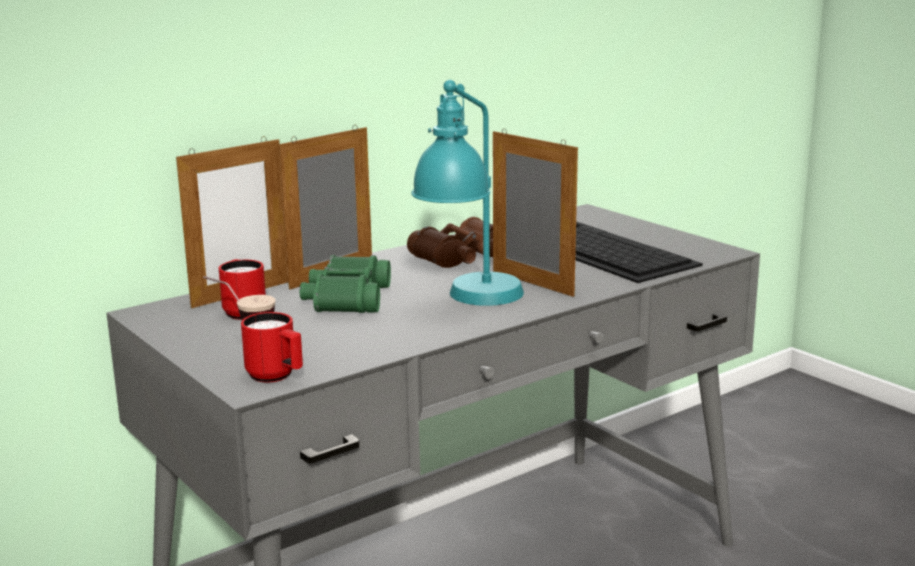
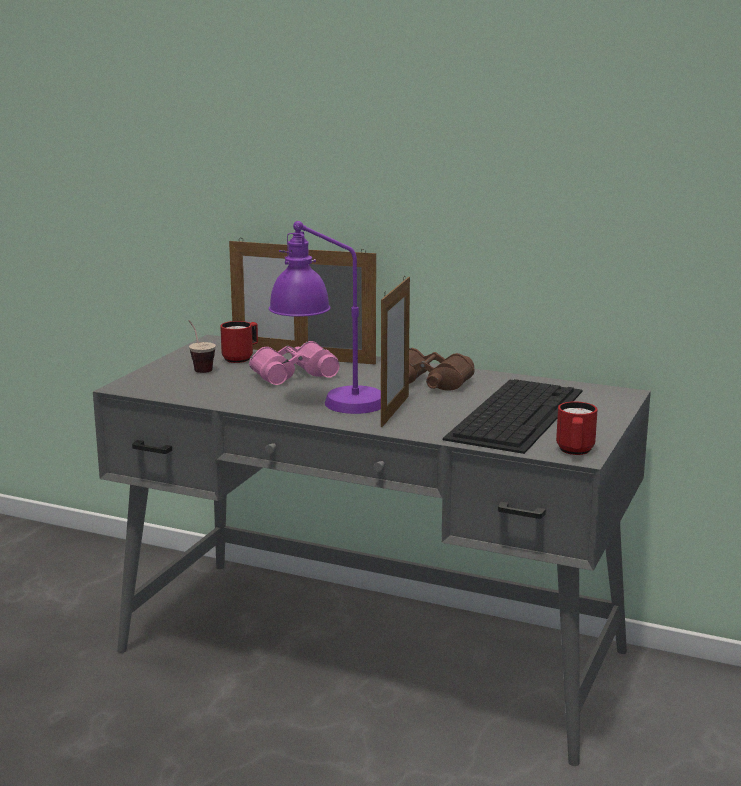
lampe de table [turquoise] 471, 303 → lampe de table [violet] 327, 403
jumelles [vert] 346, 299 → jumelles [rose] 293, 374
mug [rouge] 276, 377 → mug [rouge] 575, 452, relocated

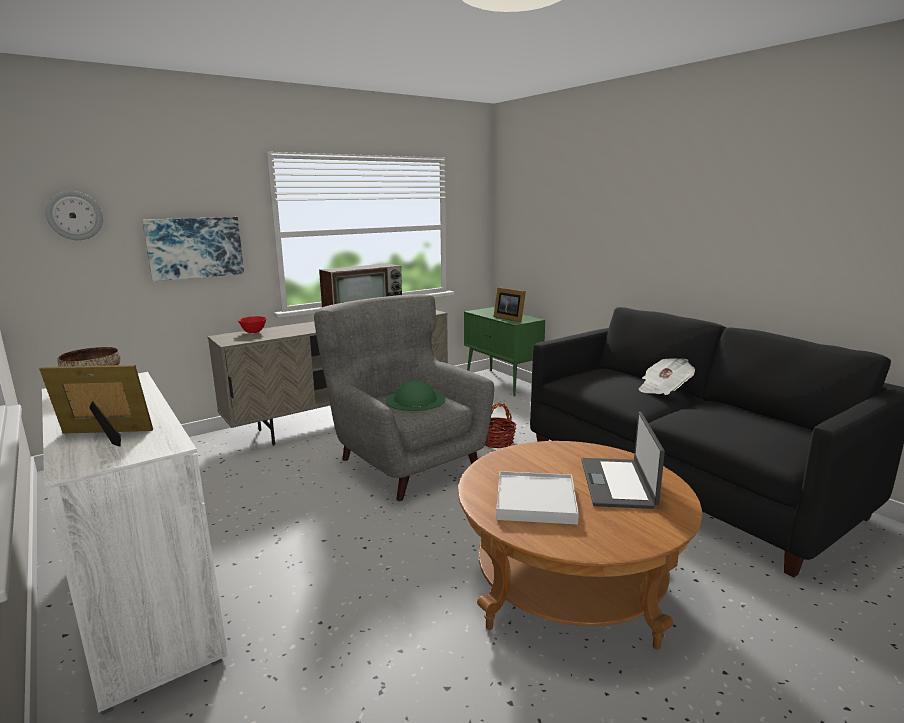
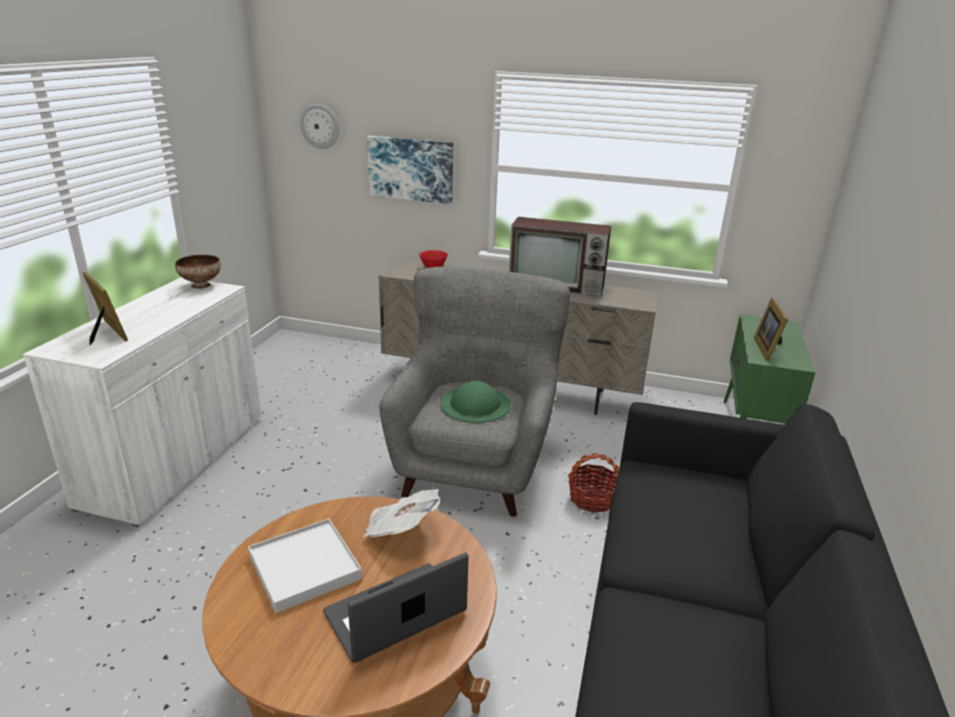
journal 663, 389 → journal 400, 529, relocated

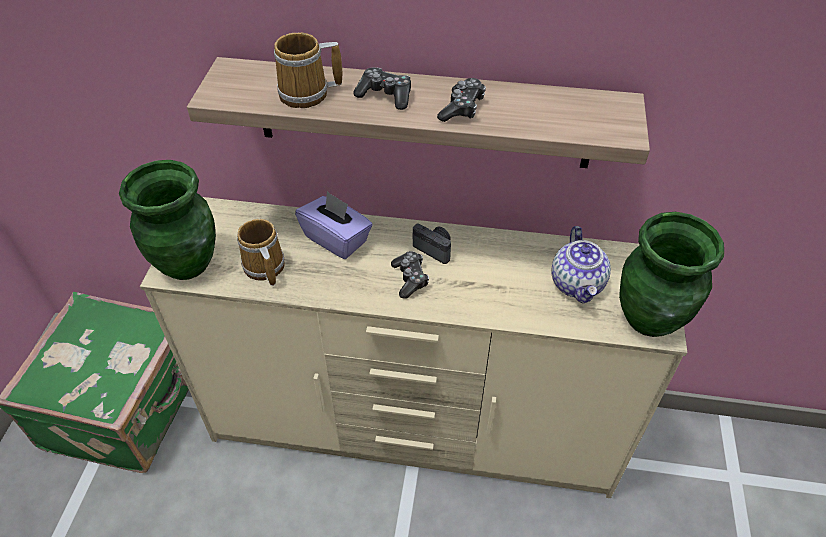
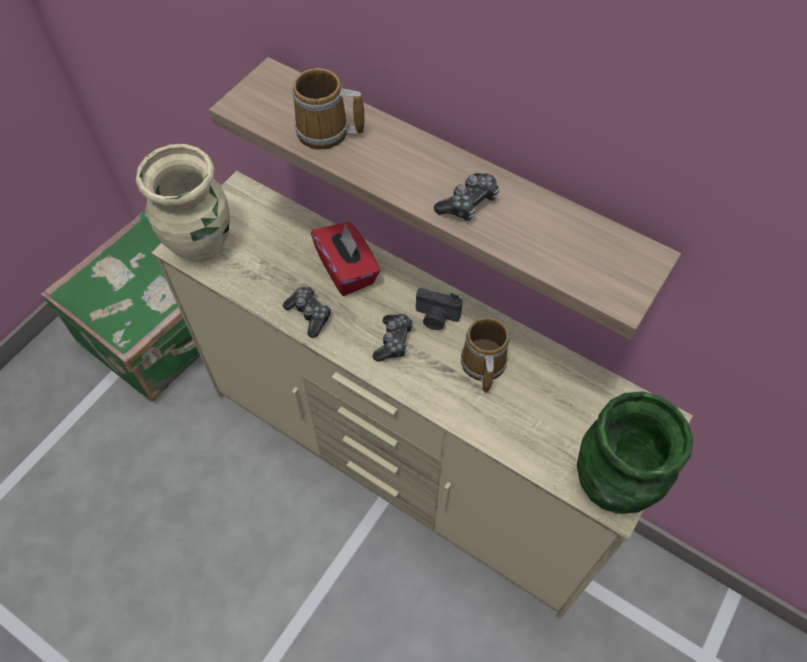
manette 385, 95 → manette 309, 314, relocated
vase [vert] 188, 263 → vase [beige] 202, 244
boîte à mouchoirs [violet] 336, 239 → boîte à mouchoirs [rouge] 347, 270
mug 263, 268 → mug 482, 365, relocated
appareil photo 435, 249 → appareil photo 436, 318, 135 degrees clockwise
théière 578, 284 → -

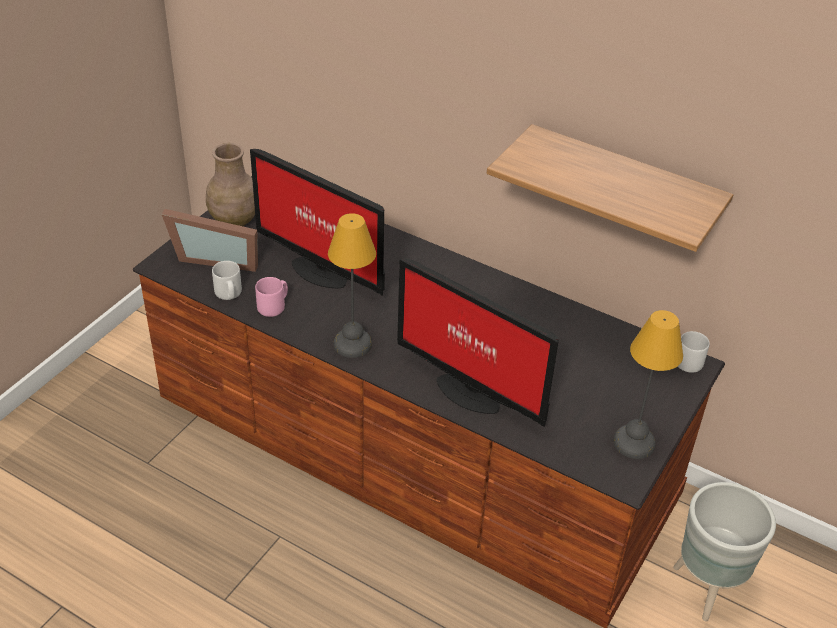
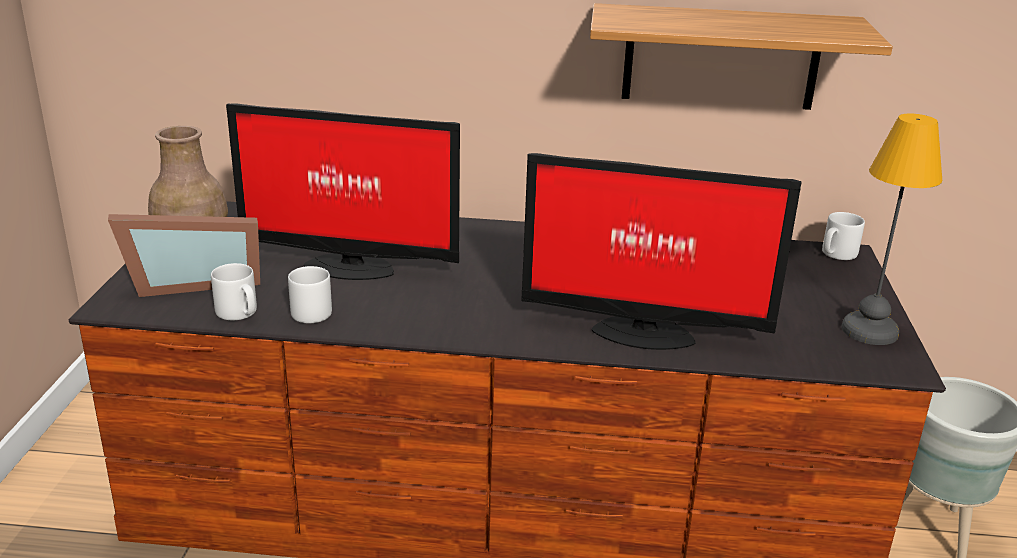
lampe de table 351, 344 → -
mug [rose] 274, 306 → mug [gris] 314, 311

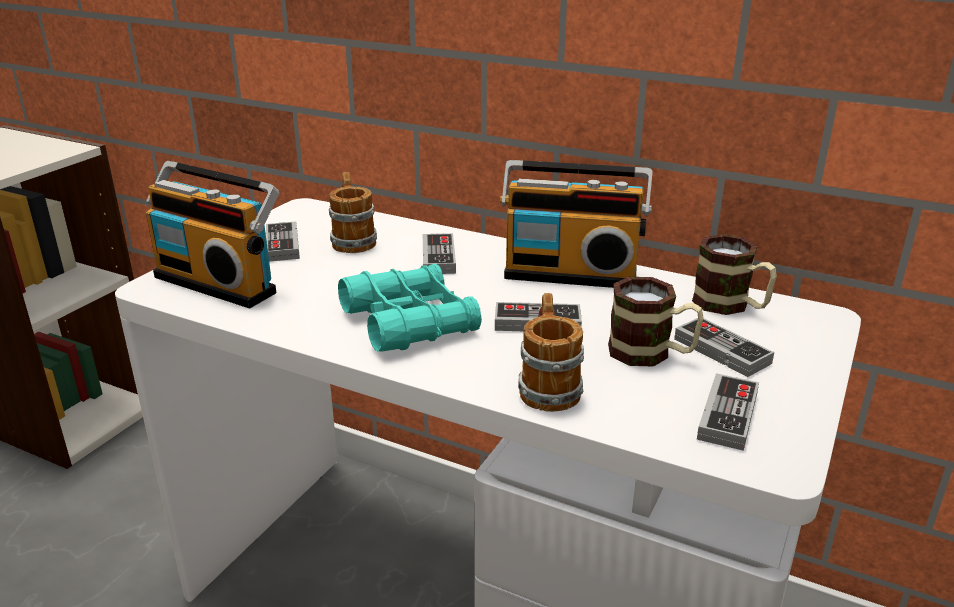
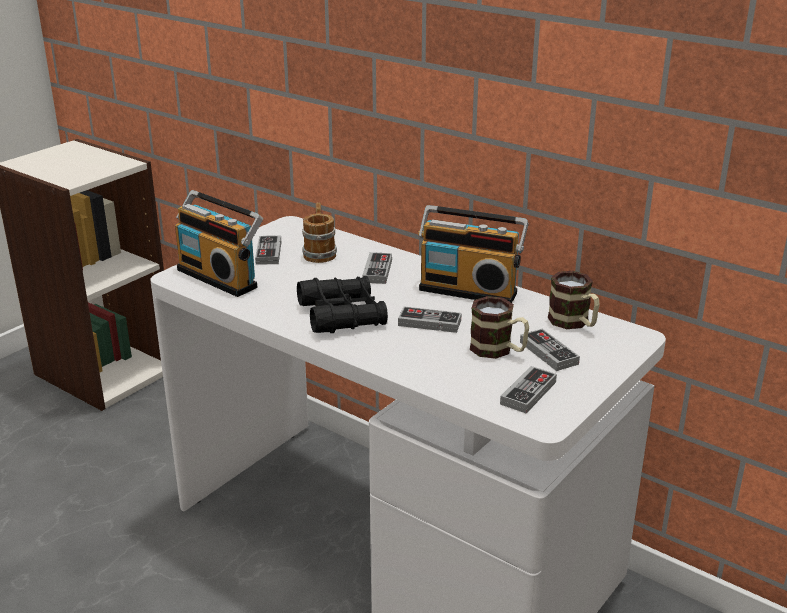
jumelles [turquoise] 409, 322 → jumelles [noir] 342, 315
mug 548, 386 → -

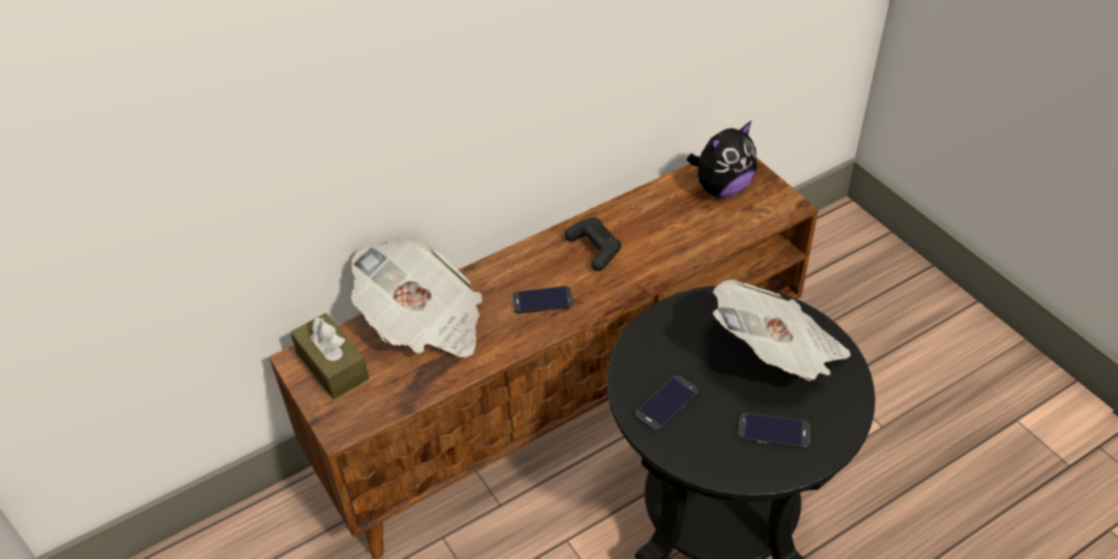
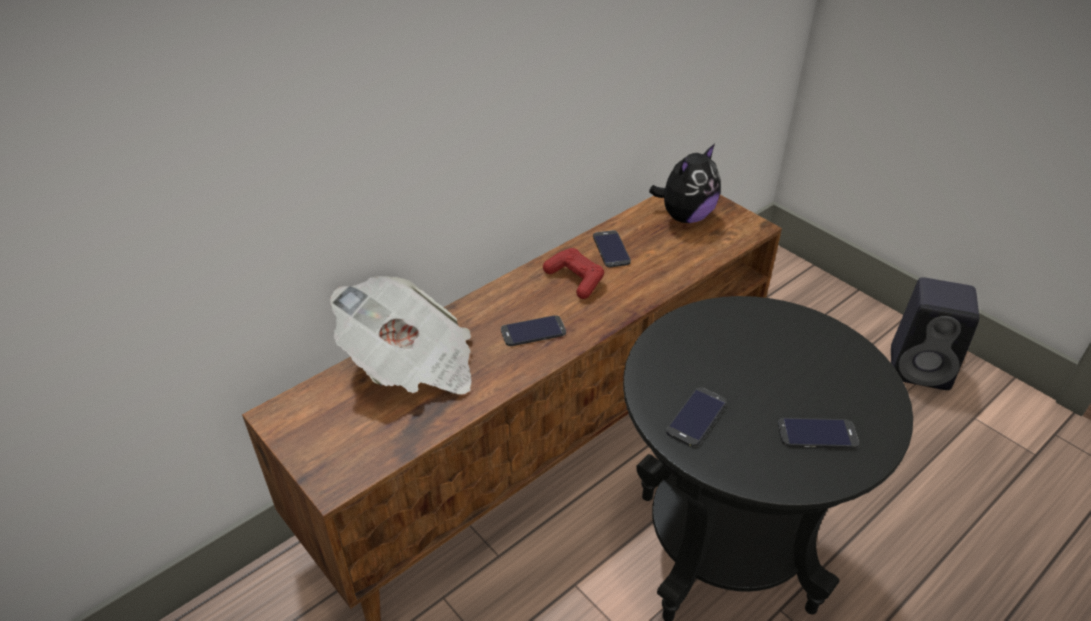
manette [noir] 594, 249 → manette [rouge] 575, 279
journal 777, 354 → -
boîte à mouchoirs [marron] 332, 366 → -
- → téléphone 611, 249
- → enceinte [noir] 921, 368

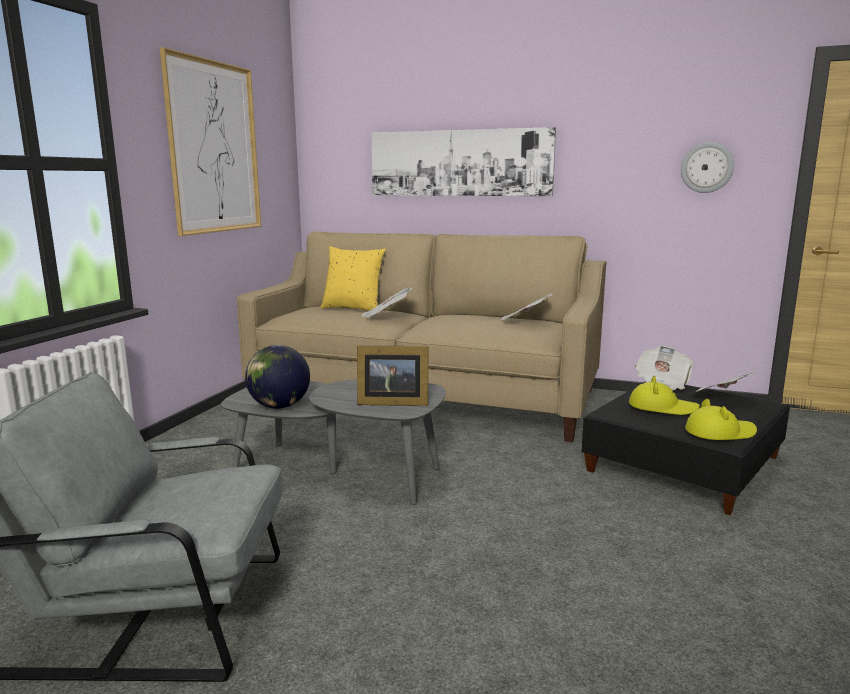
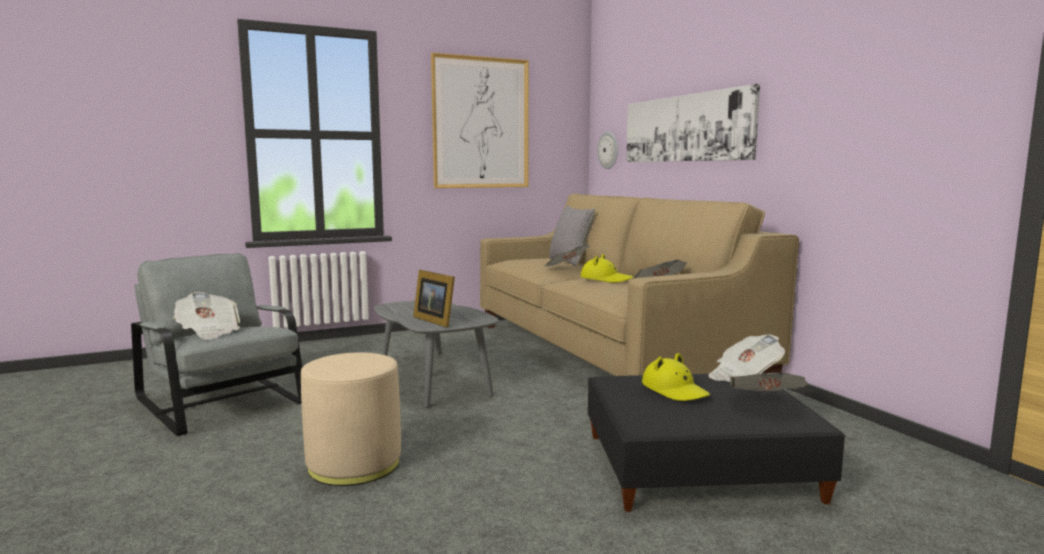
horloge murale 706, 167 → horloge murale 608, 150, relocated
coussin [jaune] 353, 308 → coussin [gris] 570, 262
globe 279, 406 → -
chapeau [jaune] 719, 432 → chapeau [jaune] 606, 279, relocated
- → journal 209, 332
- → pouf [beige] 354, 464

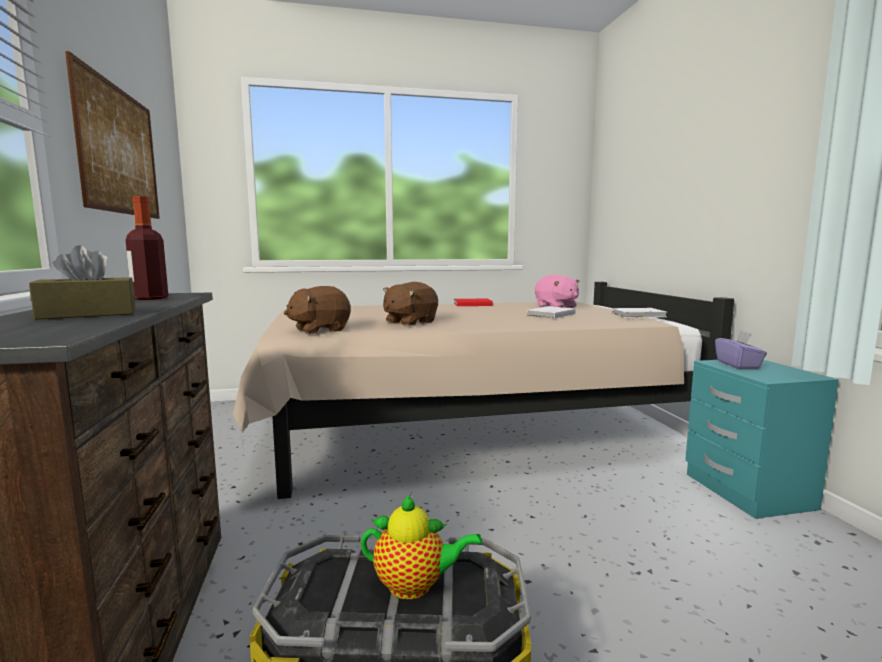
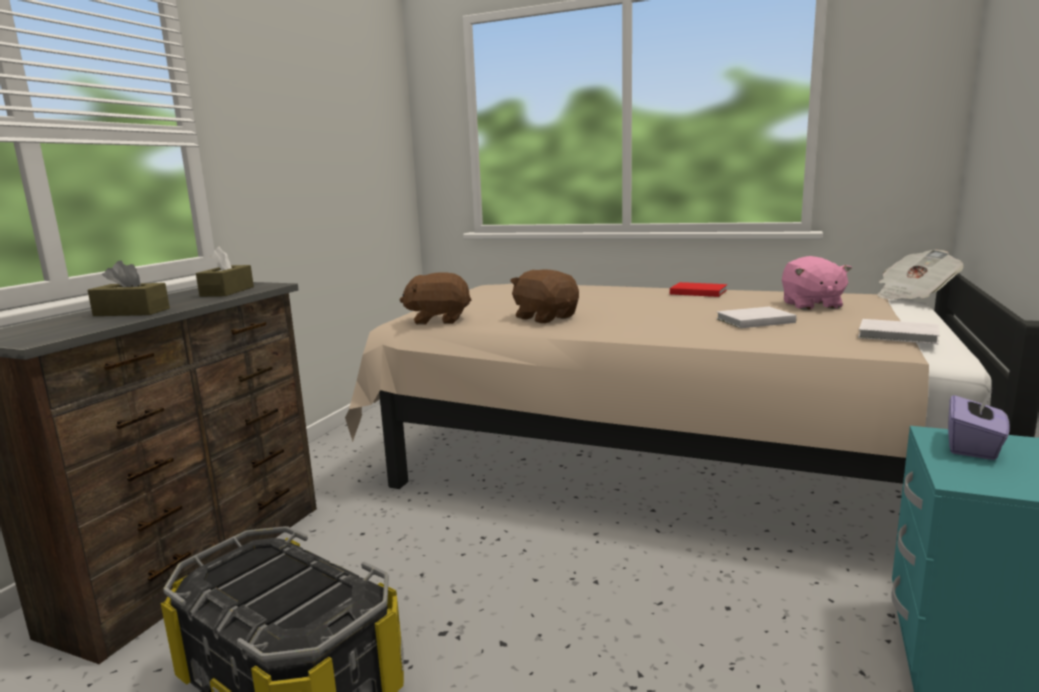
tableau 119, 151 → -
bouteille 150, 298 → boîte à mouchoirs [marron] 227, 291
peluche [marron] 409, 322 → peluche [marron] 545, 318, 60 degrees clockwise
théière 415, 586 → -
- → journal 913, 295

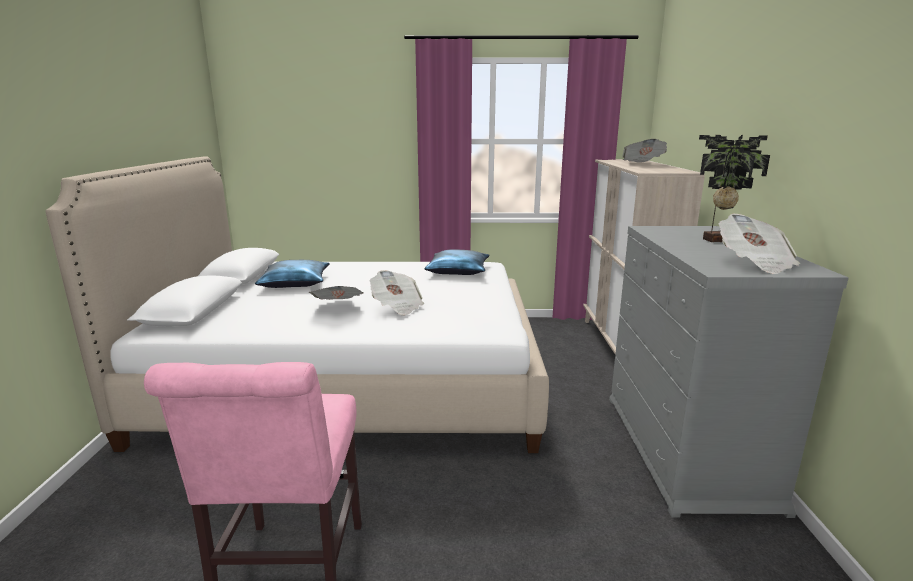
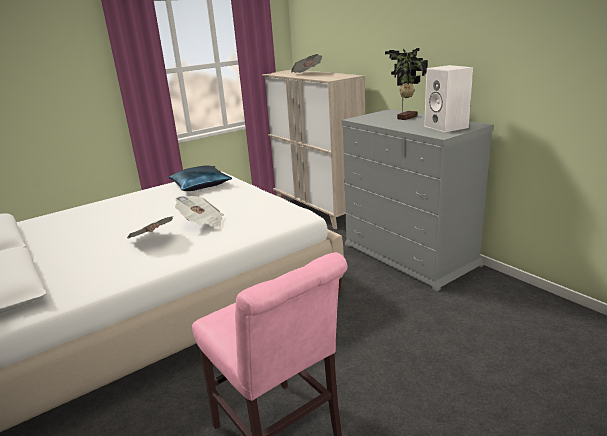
journal 754, 263 → enceinte [blanc] 447, 127
coussin [bleu] 295, 282 → -

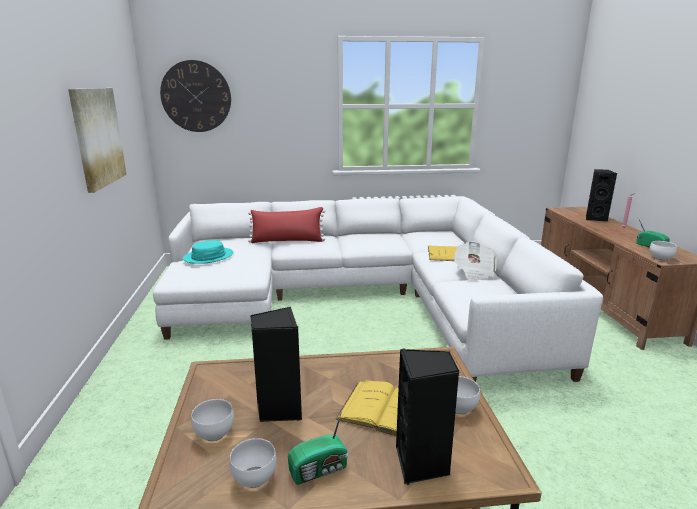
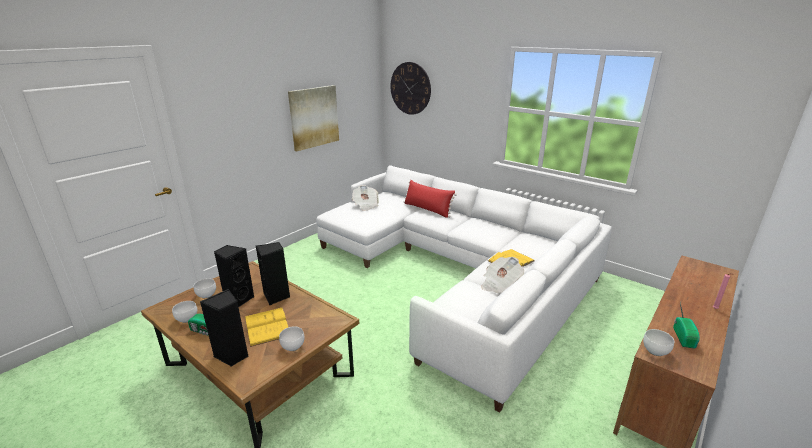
enceinte [noir] 595, 218 → enceinte [noir] 277, 296, relocated
chapeau [turquoise] 208, 256 → journal 365, 205

